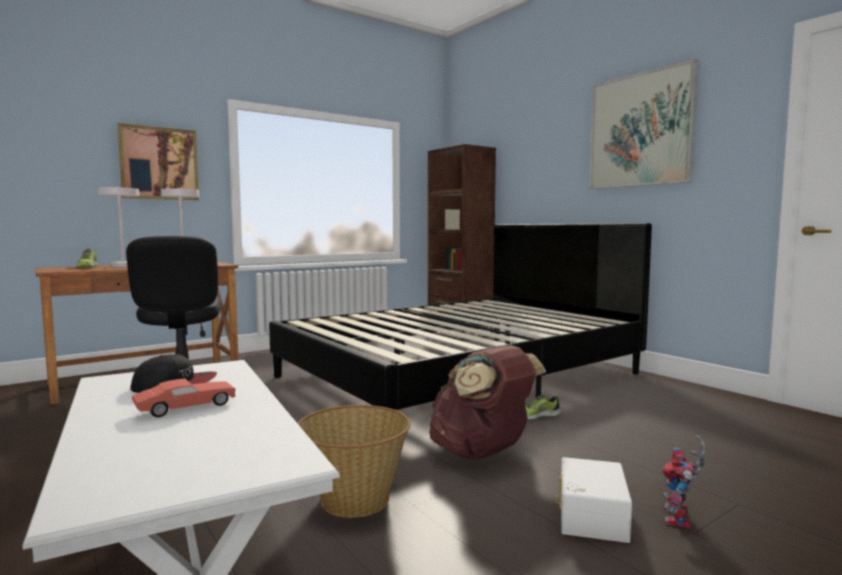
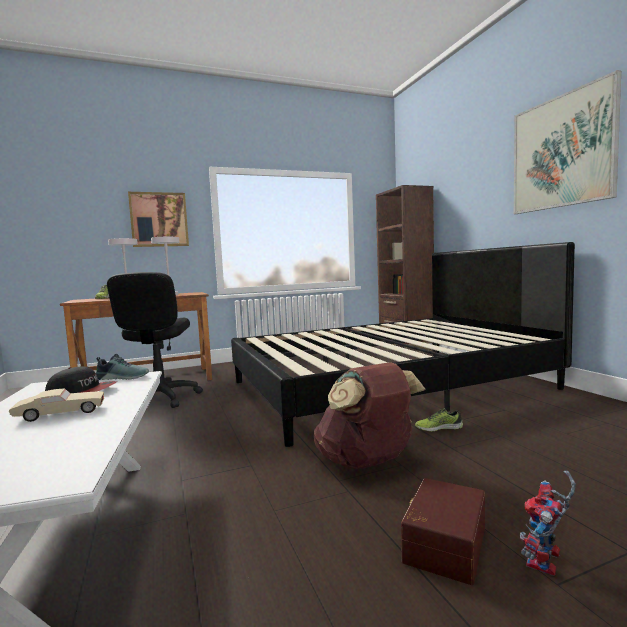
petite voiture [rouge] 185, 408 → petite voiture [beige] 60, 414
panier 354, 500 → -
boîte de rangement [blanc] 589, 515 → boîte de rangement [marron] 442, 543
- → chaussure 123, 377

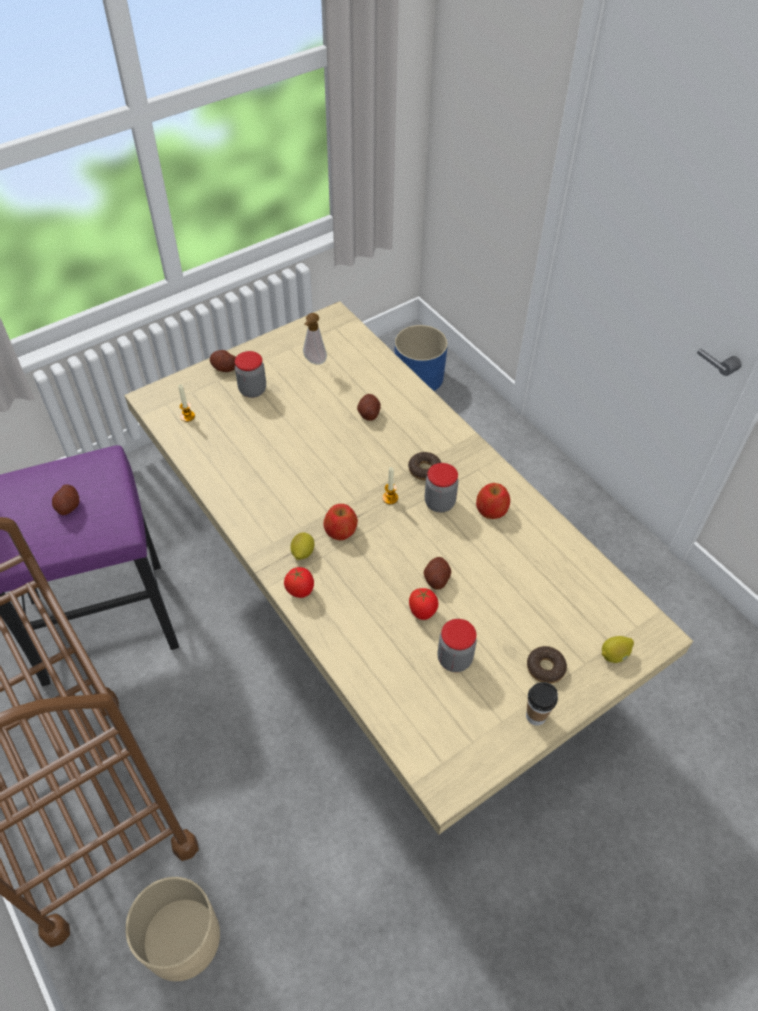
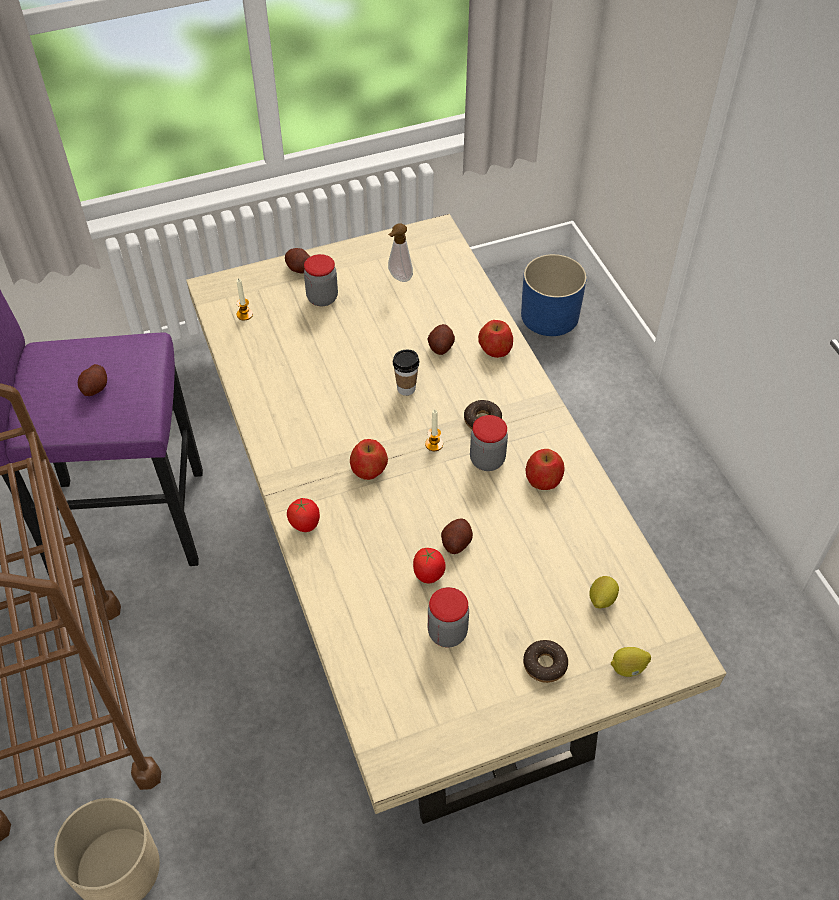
citron 302, 553 → citron 601, 599, relocated
tasse 535, 716 → tasse 406, 388, relocated
- → pomme 495, 348

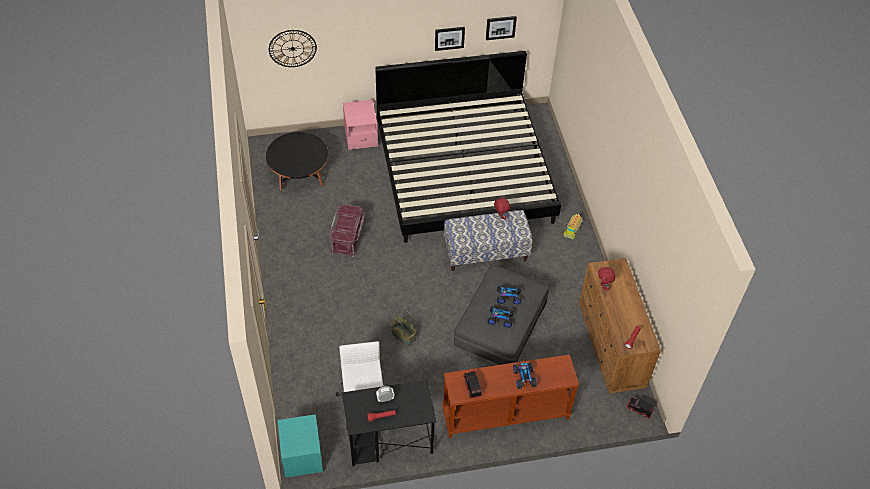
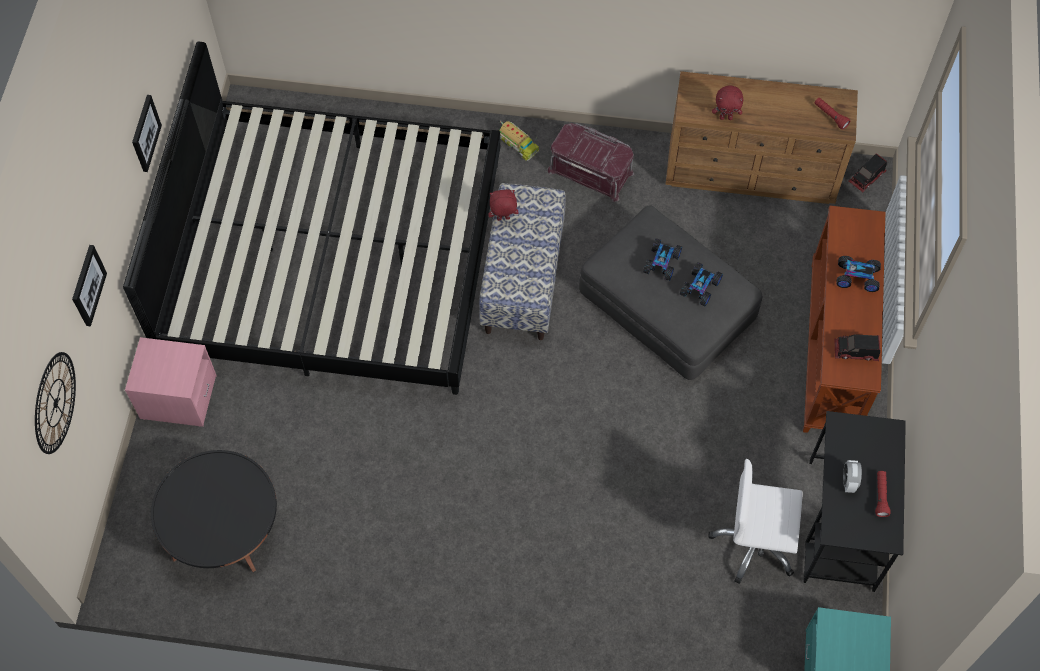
tableau 500, 27 → tableau 87, 285, relocated
boîte de rangement [rouge] 348, 237 → boîte de rangement [rouge] 591, 171, relocated
panier 403, 335 → -

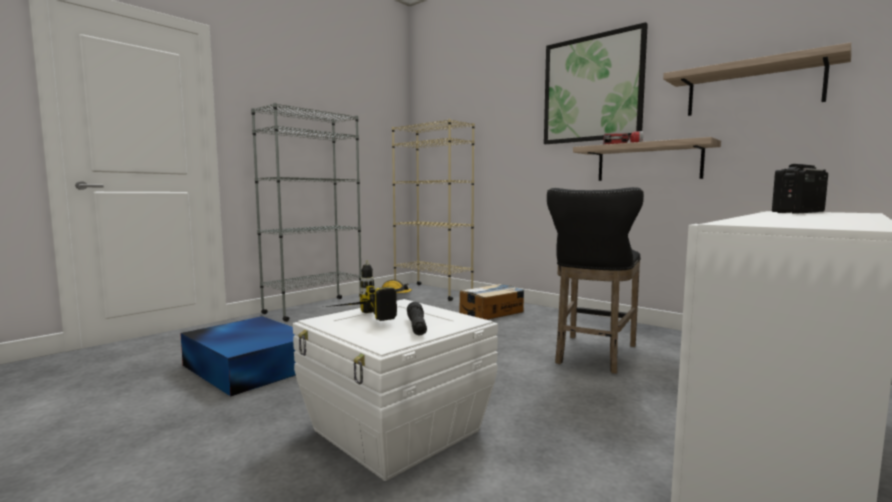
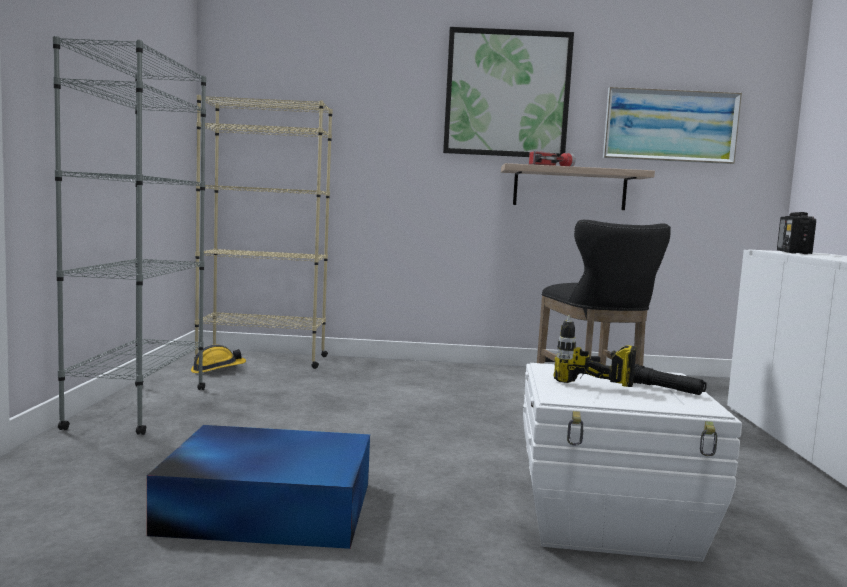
étagère 753, 89 → tableau 670, 126
carton 492, 312 → -

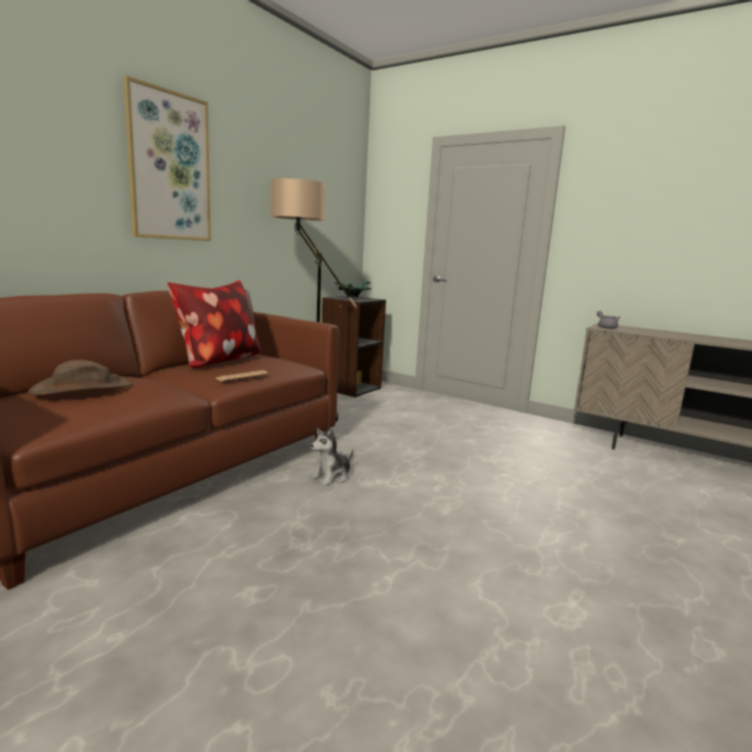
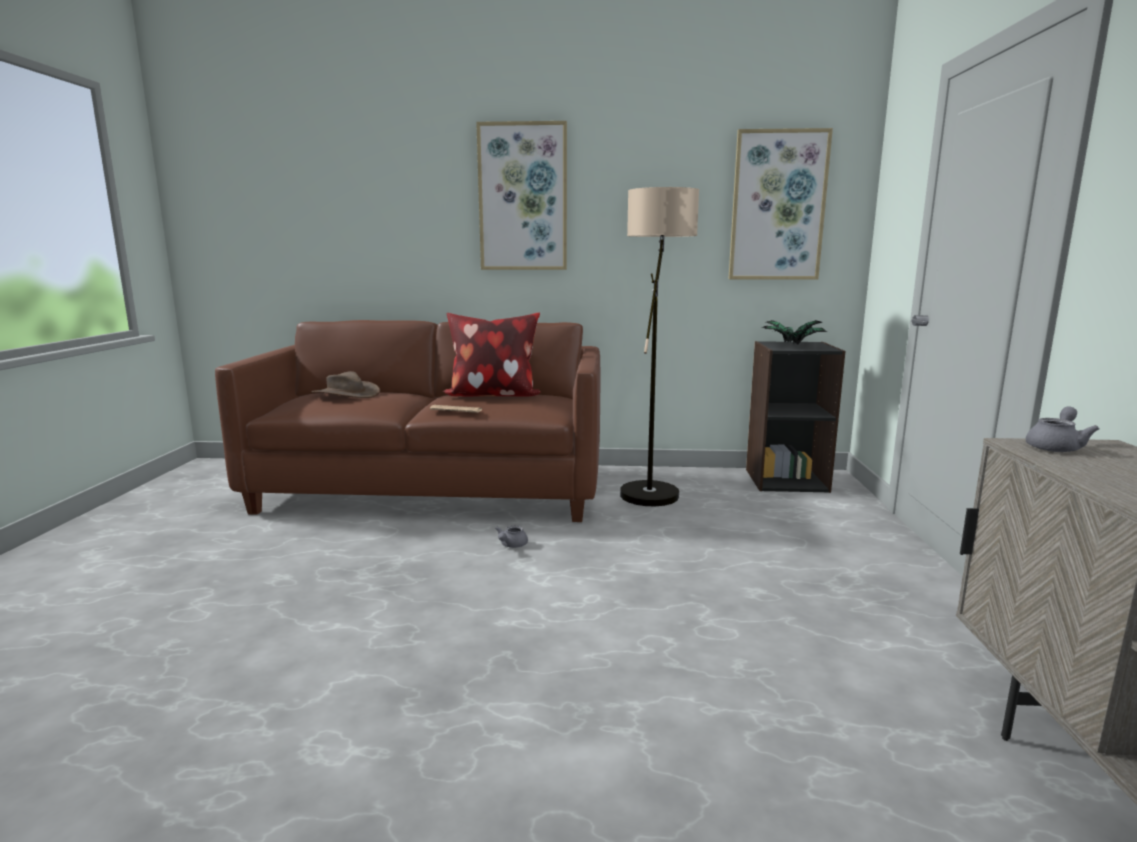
peluche 331, 477 → théière [gris] 511, 545
- → tableau 777, 206

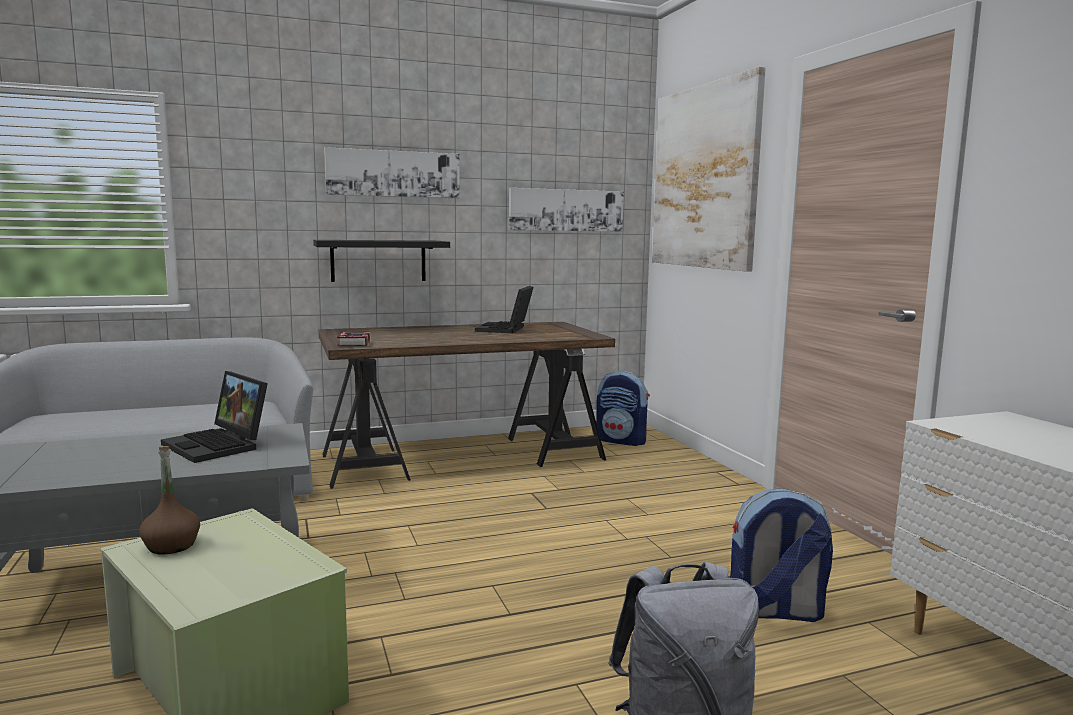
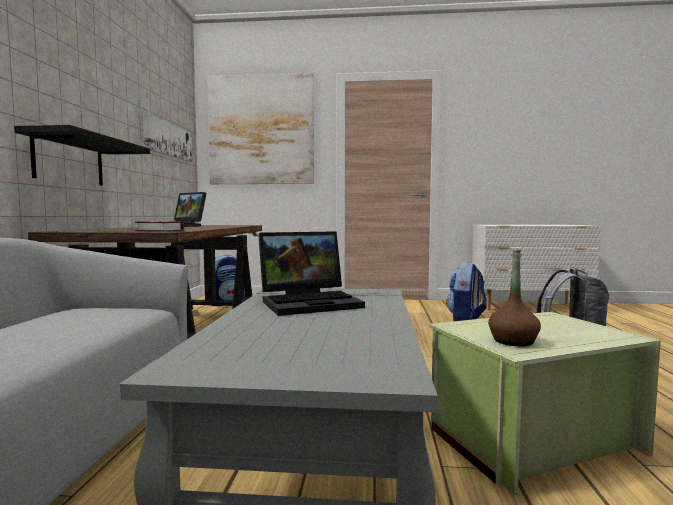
tableau 393, 174 → -

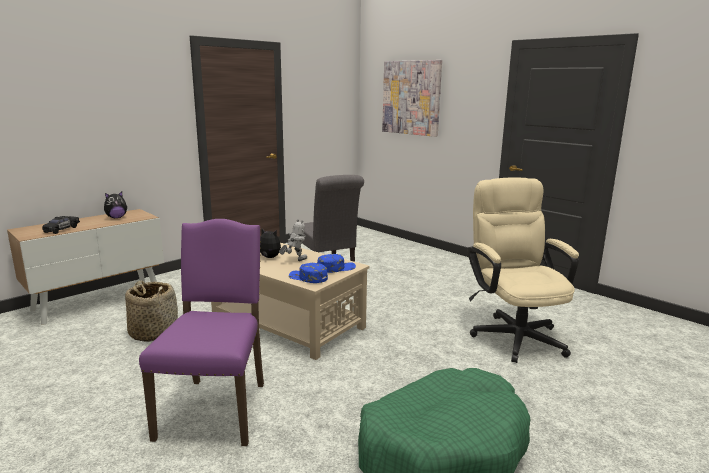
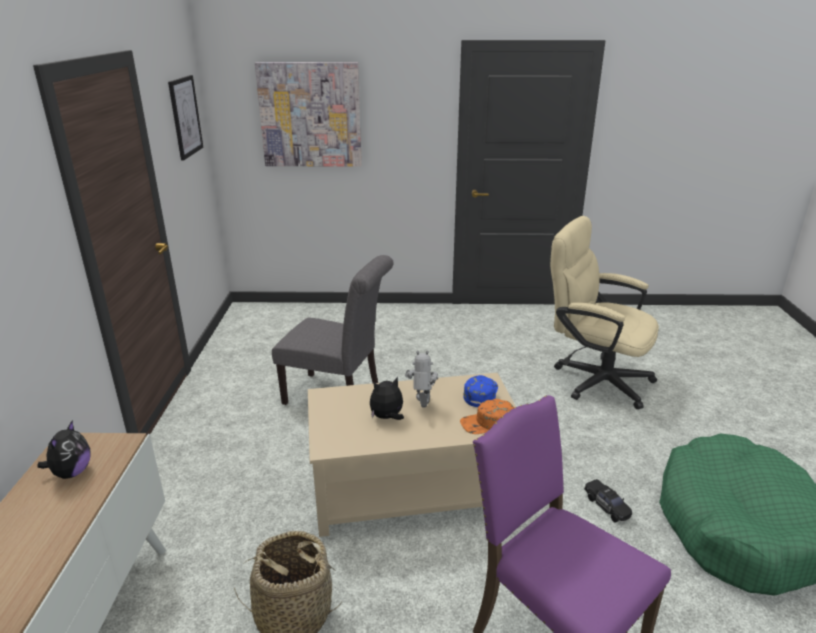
petite voiture [noir] 61, 229 → petite voiture [noir] 607, 506, relocated
casquette [bleu] 308, 277 → casquette [orange] 488, 423
- → tableau 185, 116

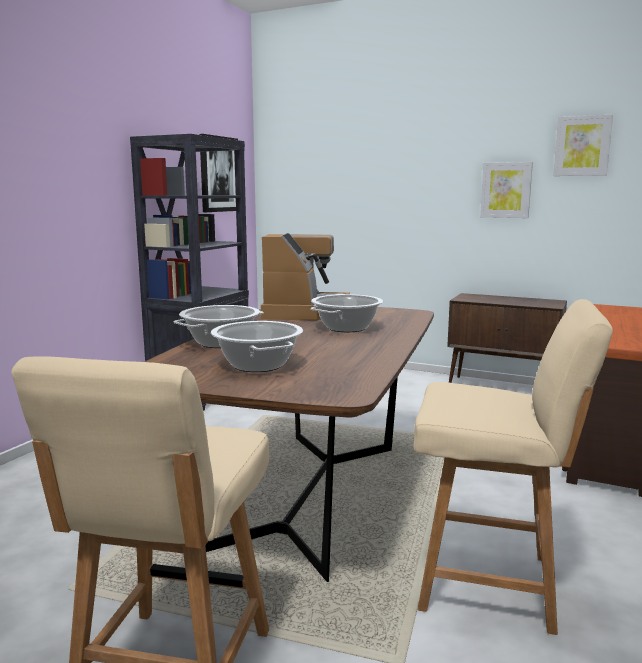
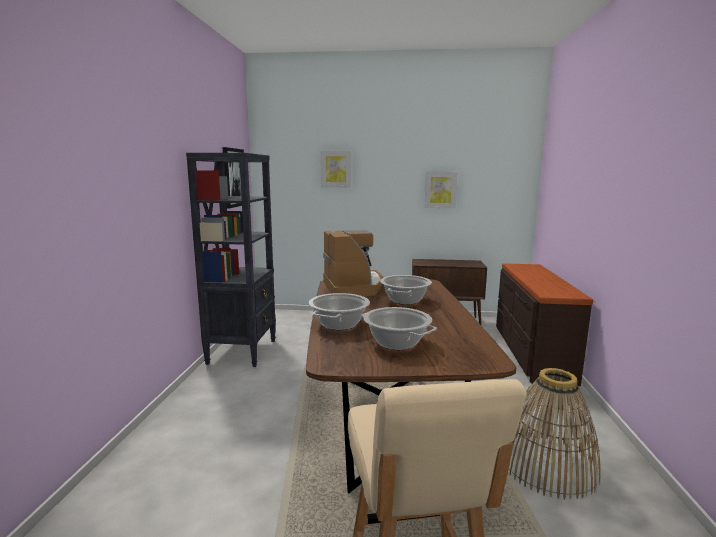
tableau 582, 146 → tableau 336, 169, relocated
chaise [beige] 491, 583 → panier 547, 465

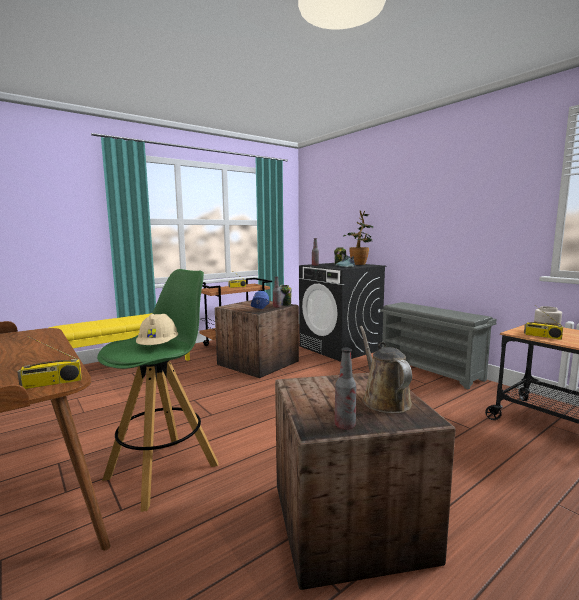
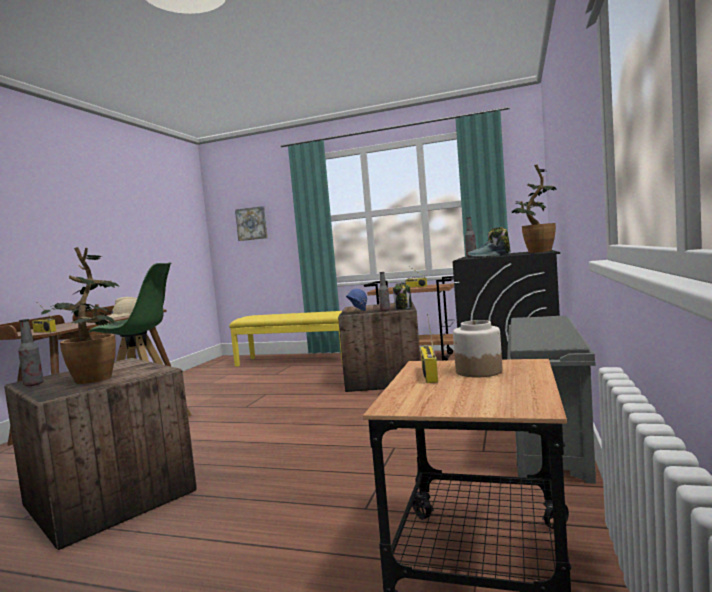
arrosoir [marron] 383, 400 → plante en pot 93, 381
- → tableau 252, 223

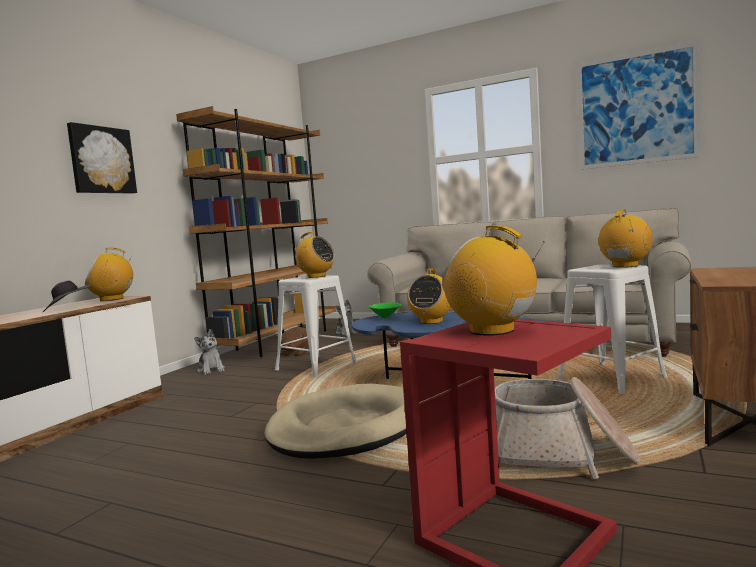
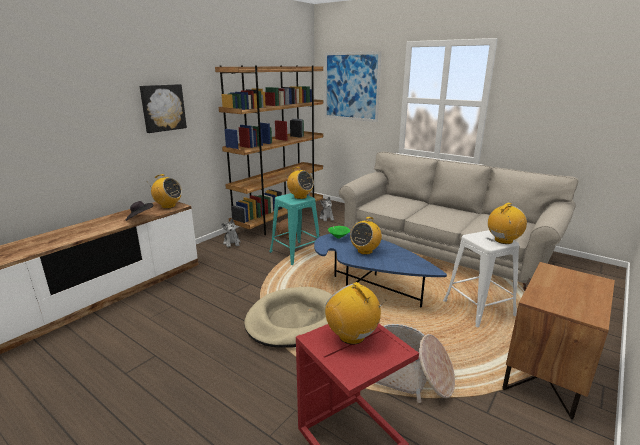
tableau 636, 109 → tableau 351, 86, relocated
radio 112, 299 → radio 168, 206, 150 degrees counterclockwise
tabouret [blanc] 316, 366 → tabouret [turquoise] 296, 253

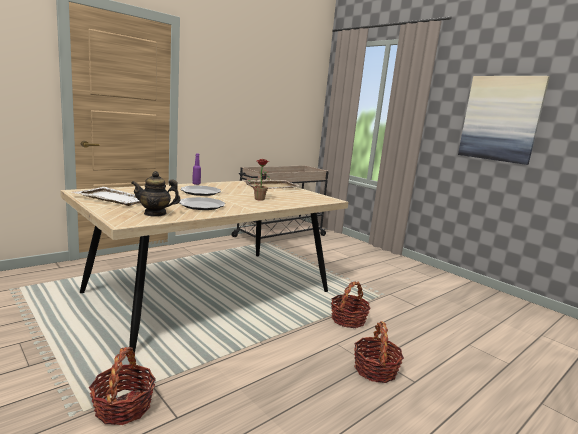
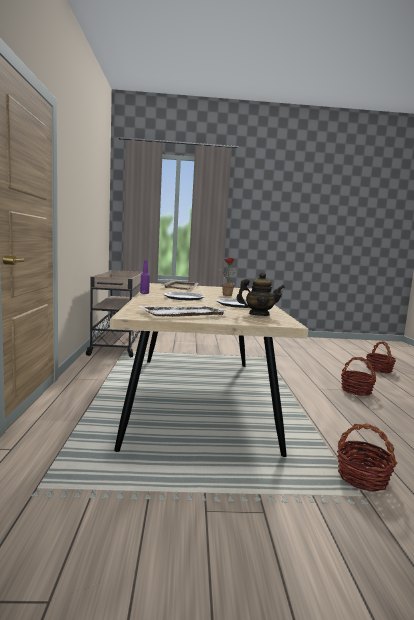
tableau 501, 119 → -
théière 155, 213 → théière 259, 315, 120 degrees counterclockwise
panier 348, 320 → panier 379, 369, relocated

